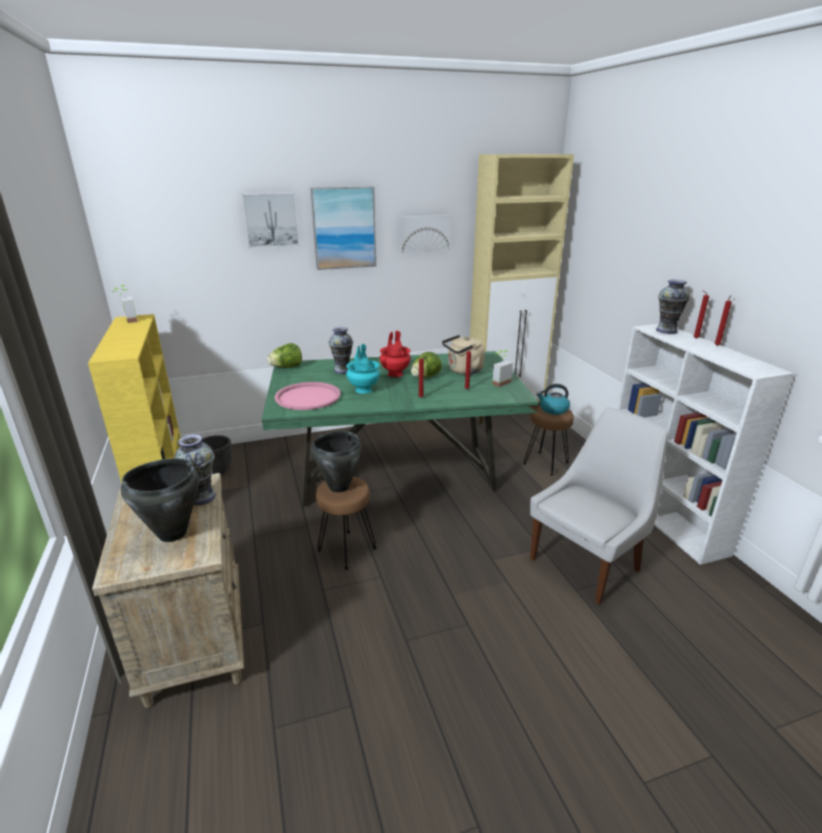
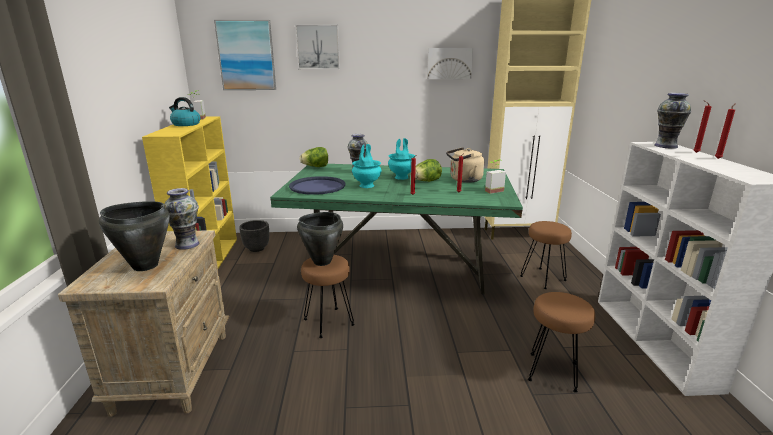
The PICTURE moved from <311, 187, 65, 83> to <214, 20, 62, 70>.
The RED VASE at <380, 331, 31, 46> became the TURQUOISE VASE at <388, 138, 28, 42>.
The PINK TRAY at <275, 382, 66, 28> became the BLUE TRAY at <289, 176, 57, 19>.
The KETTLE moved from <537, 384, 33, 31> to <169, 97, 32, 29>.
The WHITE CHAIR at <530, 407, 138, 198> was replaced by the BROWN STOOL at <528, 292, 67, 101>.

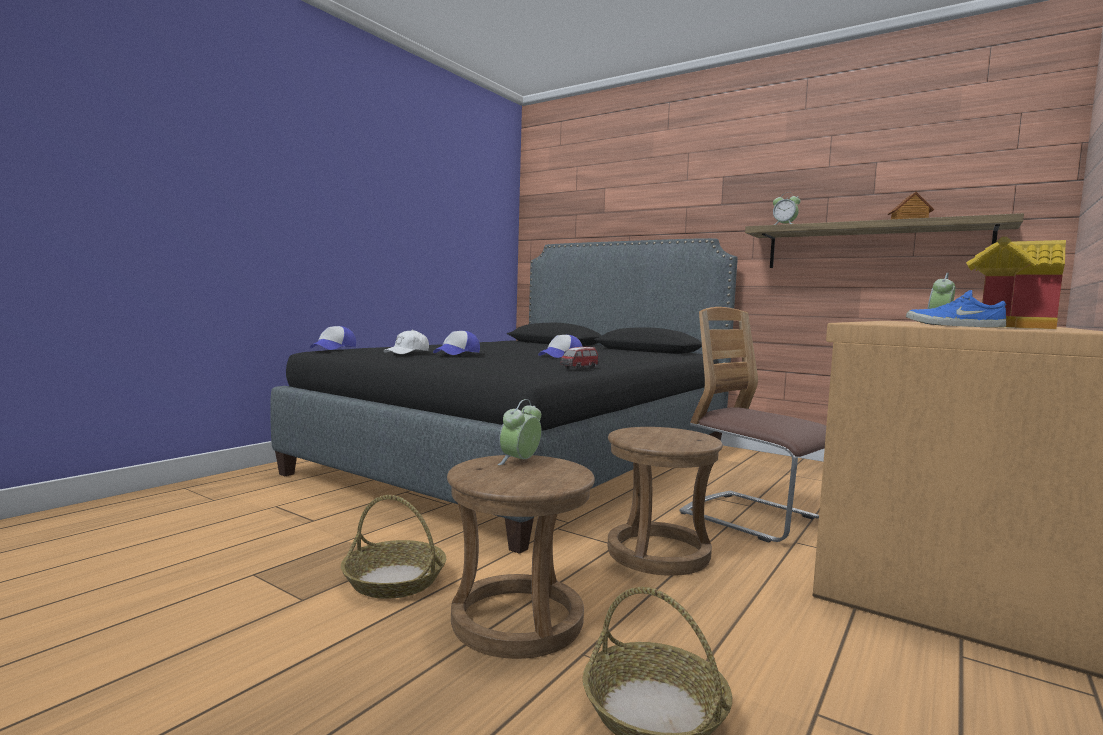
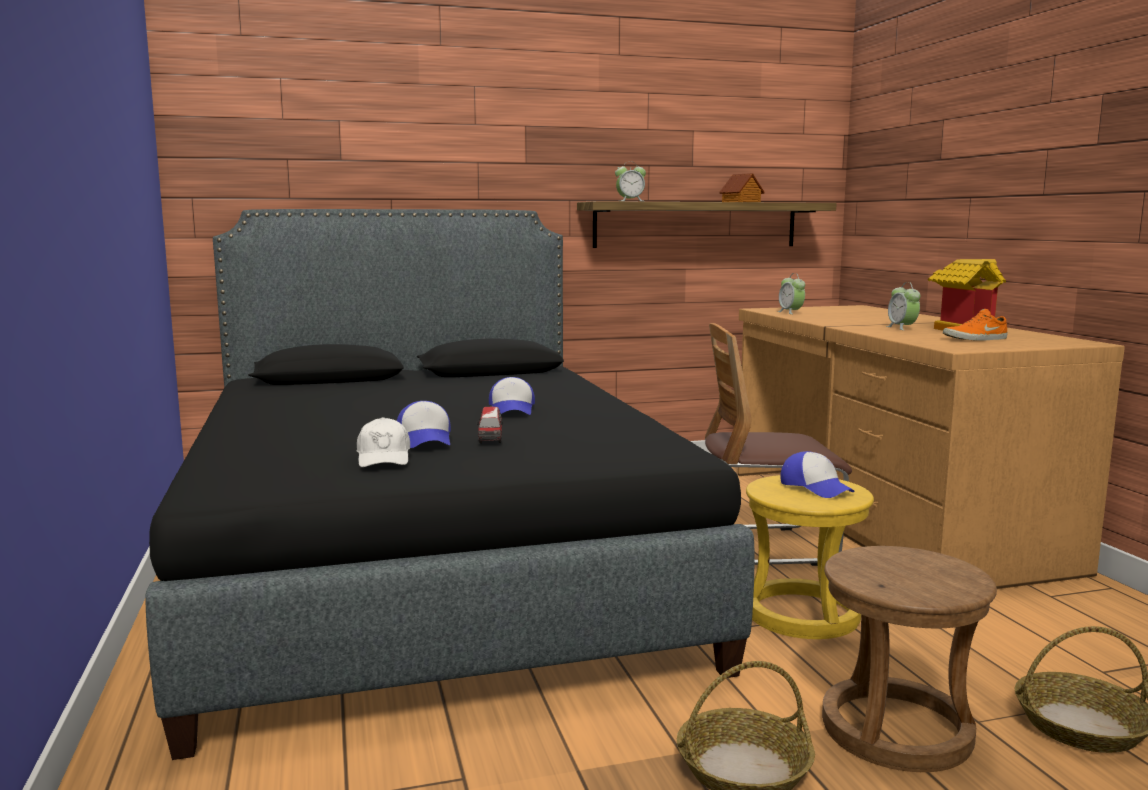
The BLUE SHOE at <906, 290, 100, 38> became the ORANGE SHOE at <943, 309, 65, 32>.
The CAP moved from <309, 326, 47, 24> to <780, 451, 75, 47>.
The TOY CAR moved from <560, 347, 38, 23> to <477, 407, 26, 36>.
The ALARM CLOCK moved from <498, 399, 44, 66> to <778, 273, 27, 41>.
The BROWN STOOL at <608, 427, 115, 149> became the YELLOW STOOL at <746, 475, 128, 164>.

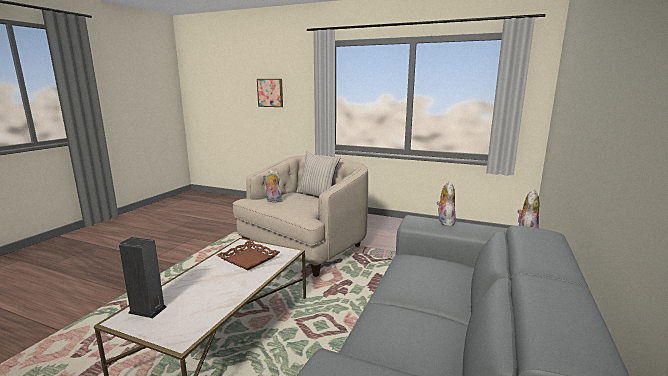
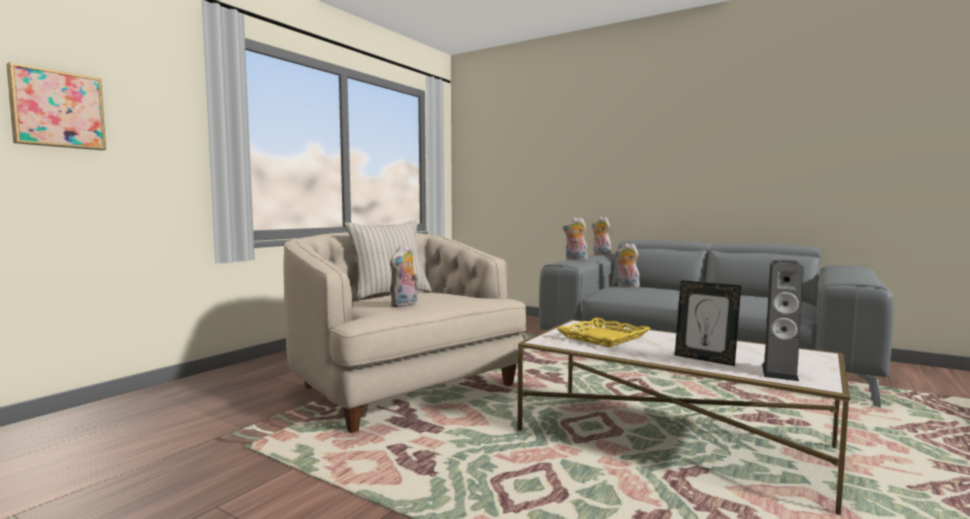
The BROWN TRAY at <217, 241, 63, 29> became the YELLOW TRAY at <556, 318, 95, 29>.
The PLUSH TOY at <615, 243, 25, 44> appeared.
The PICTURE FRAME at <675, 280, 66, 86> appeared.

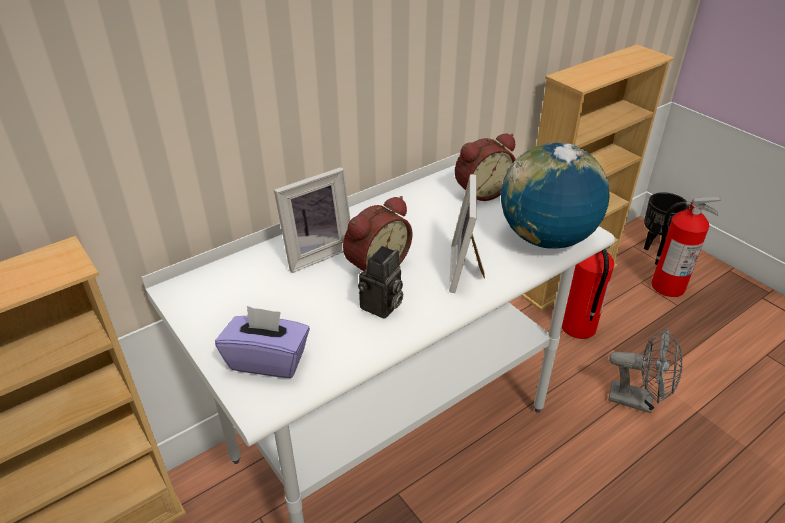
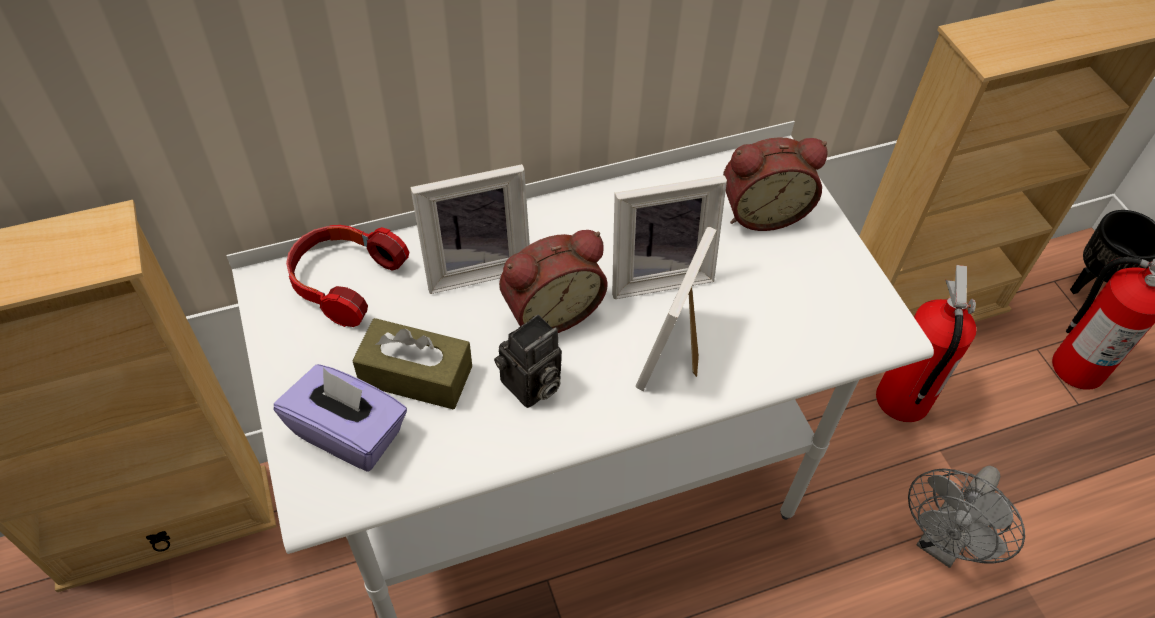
The GLOBE at <501, 143, 109, 106> disappeared.
The GREY FAN at <609, 328, 74, 85> turned 90 degrees clockwise.
The PICTURE FRAME at <612, 175, 115, 124> appeared.
The HEADPHONES at <286, 225, 123, 102> appeared.
The BROWN TISSUE BOX at <352, 318, 120, 92> appeared.

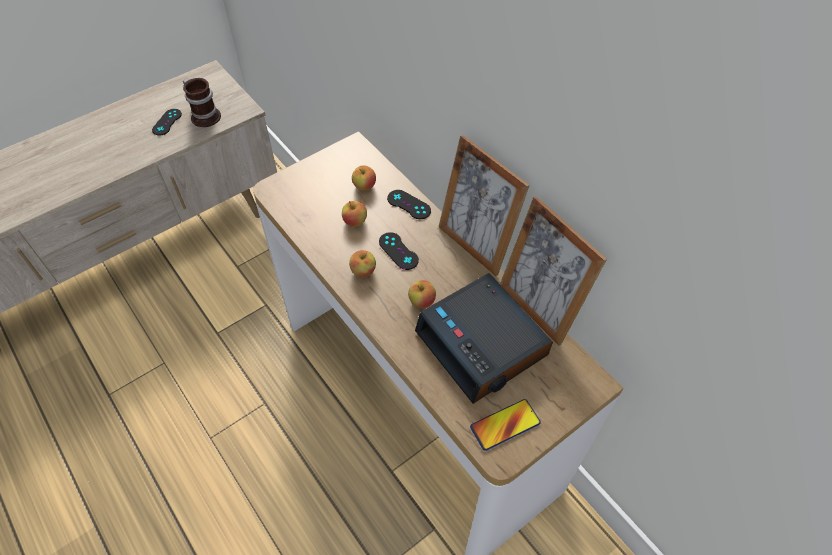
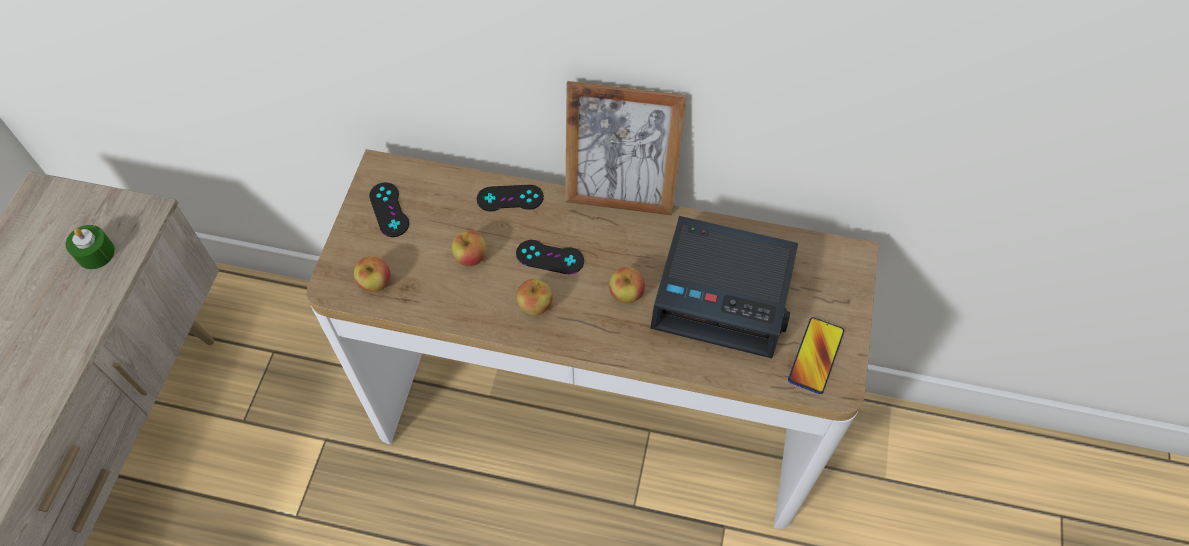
The MUG at <183, 78, 38, 49> was replaced by the GREEN CANDLE at <66, 225, 49, 44>.
The BLACK GAME CONTROLLER moved from <152, 109, 30, 27> to <369, 182, 40, 55>.
The APPLE moved from <352, 165, 24, 26> to <354, 256, 36, 36>.
The PICTURE FRAME at <500, 196, 107, 150> disappeared.

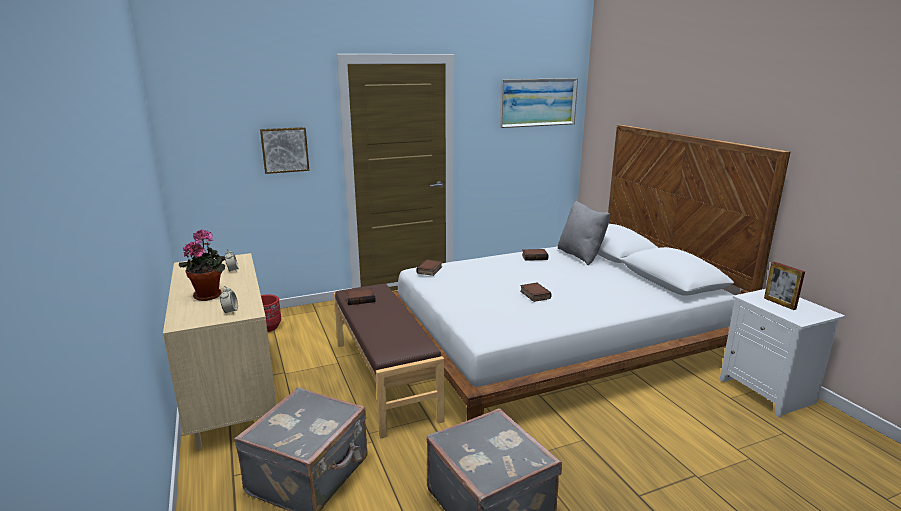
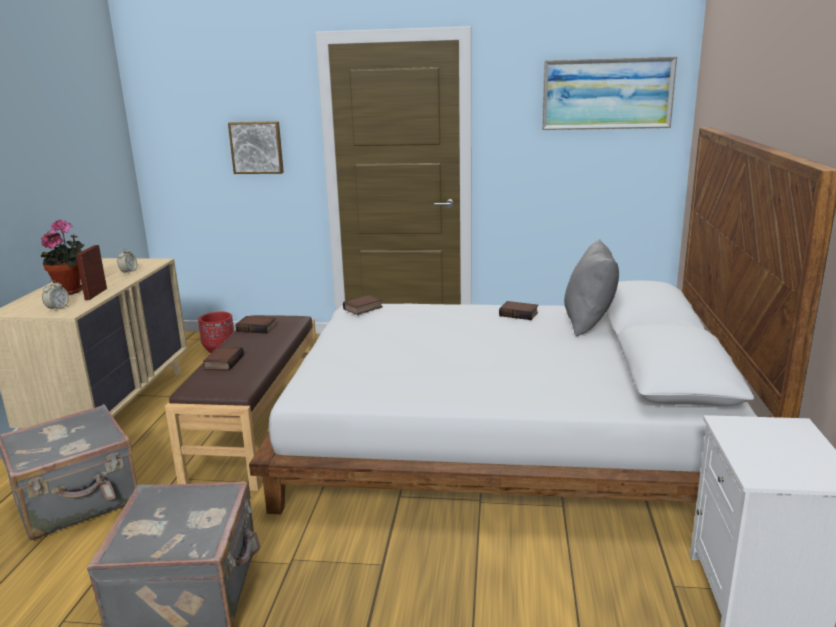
The PICTURE FRAME moved from <764, 262, 41, 48> to <76, 245, 31, 55>.
The BOOK moved from <520, 283, 32, 19> to <203, 347, 41, 24>.

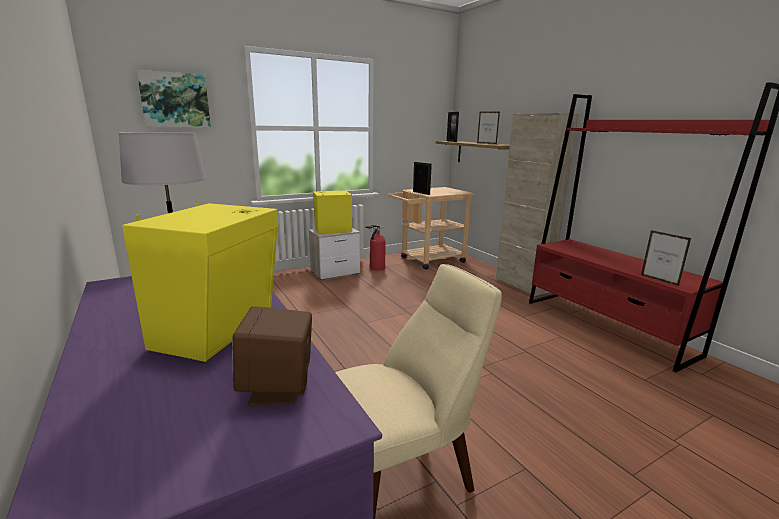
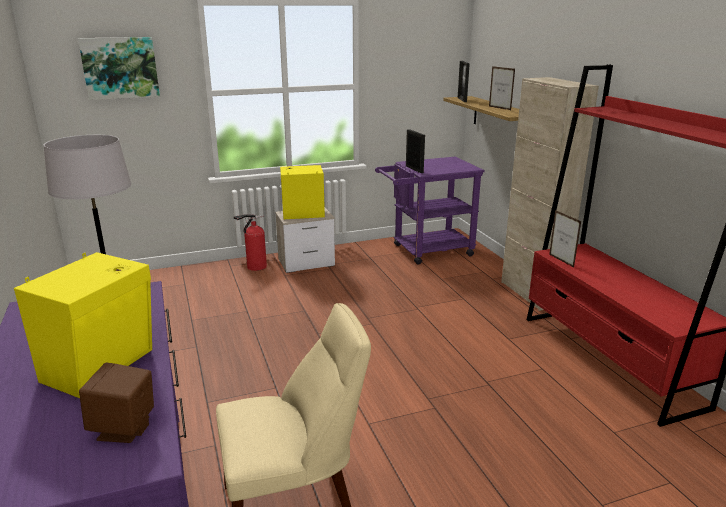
The BEIGE CART at <388, 187, 86, 83> became the PURPLE CART at <375, 157, 110, 108>.
The FIRE EXTINGUISHER moved from <366, 225, 20, 46> to <234, 214, 33, 57>.
The PICTURE FRAME moved from <641, 230, 50, 56> to <549, 210, 32, 58>.

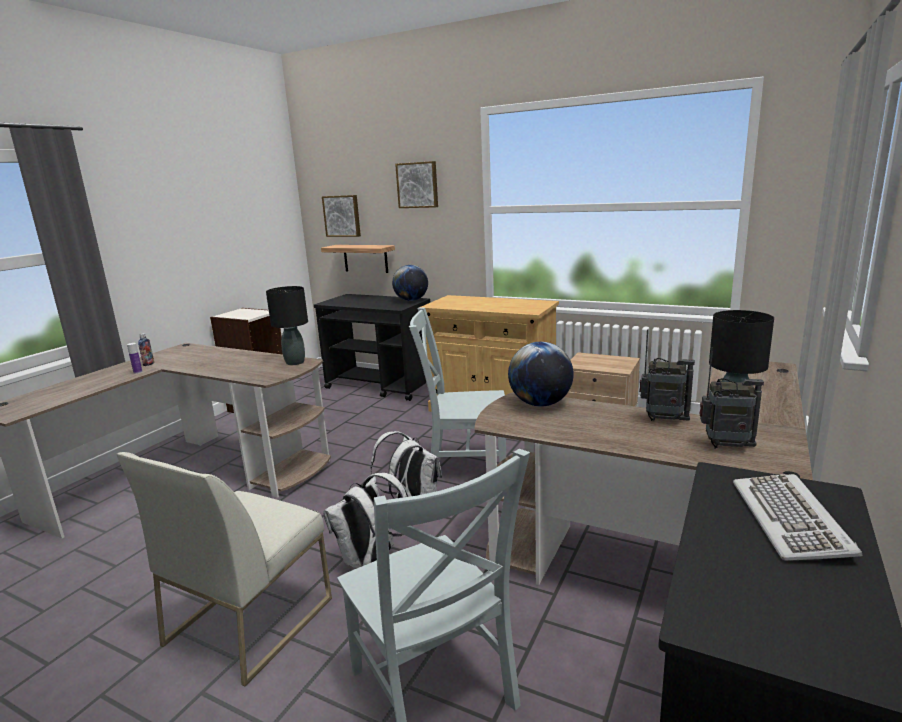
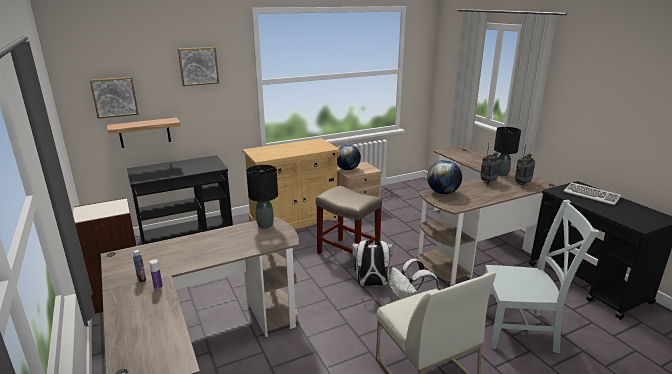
The GLOBE moved from <392, 265, 36, 36> to <337, 144, 24, 26>.
The GREY CHAIR at <409, 307, 97, 156> was replaced by the BEIGE STOOL at <316, 186, 66, 84>.

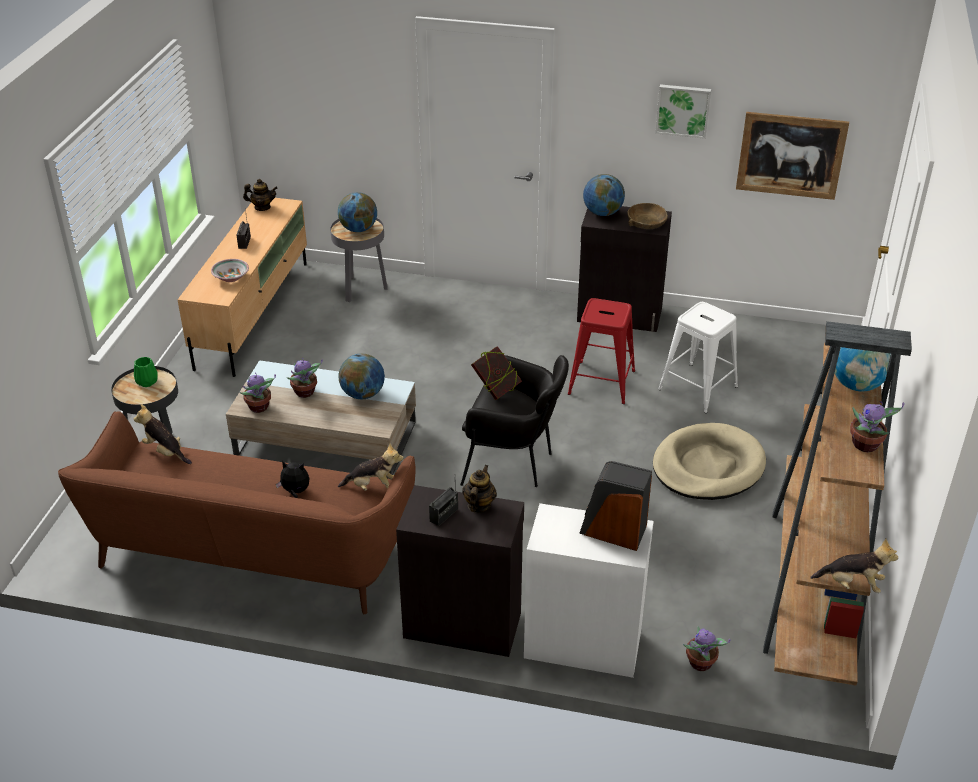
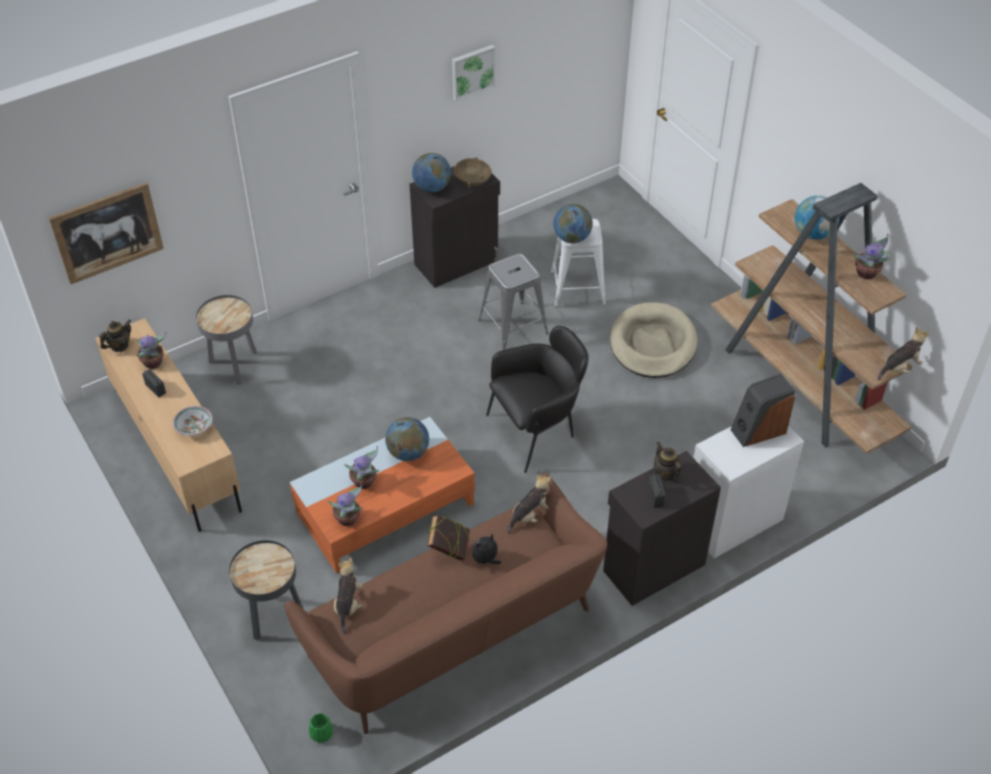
The PICTURE moved from <736, 112, 113, 88> to <49, 182, 115, 102>.
The GLOBE moved from <338, 192, 39, 40> to <553, 204, 40, 39>.
The RED STOOL at <568, 298, 67, 106> became the GREY STOOL at <478, 253, 70, 97>.
The BOOK moved from <471, 346, 51, 54> to <427, 515, 43, 45>.
The GREEN VASE moved from <134, 357, 24, 30> to <309, 713, 24, 30>.
The BEIGE COFFEE TABLE at <226, 360, 190, 119> became the ORANGE COFFEE TABLE at <290, 417, 185, 156>.
The PLUSH TOY at <134, 404, 58, 60> turned 105 degrees clockwise.
The POTTED PLANT moved from <683, 626, 47, 45> to <136, 332, 30, 37>.

